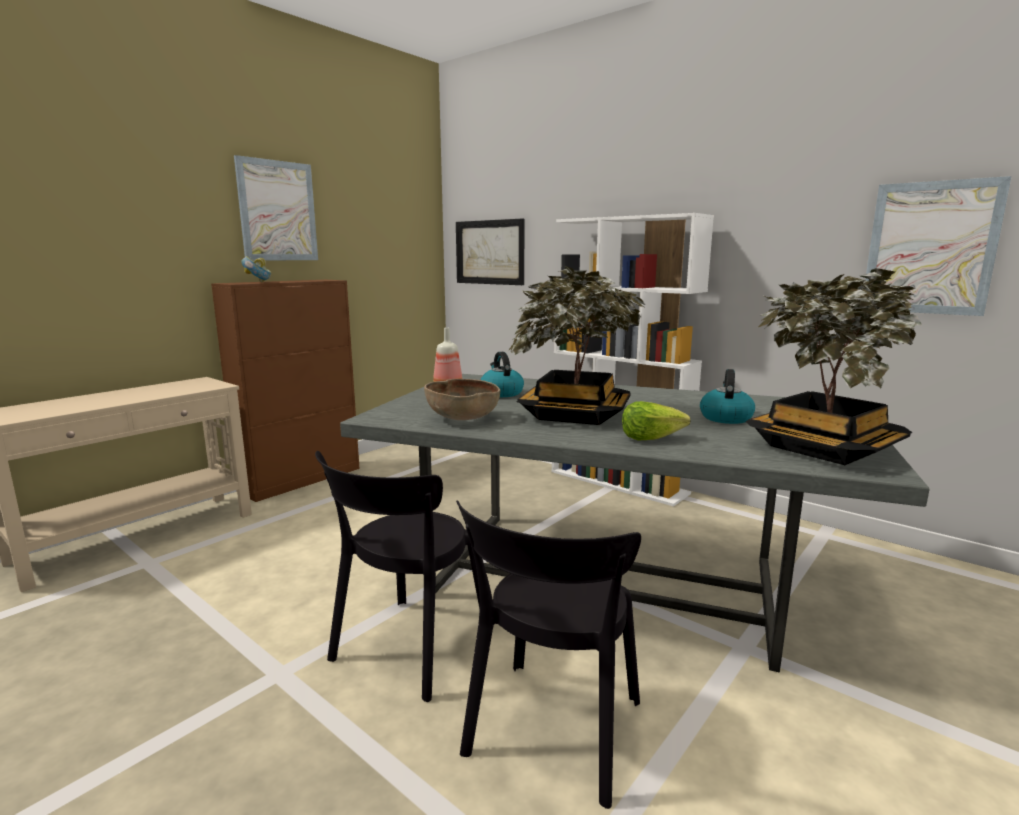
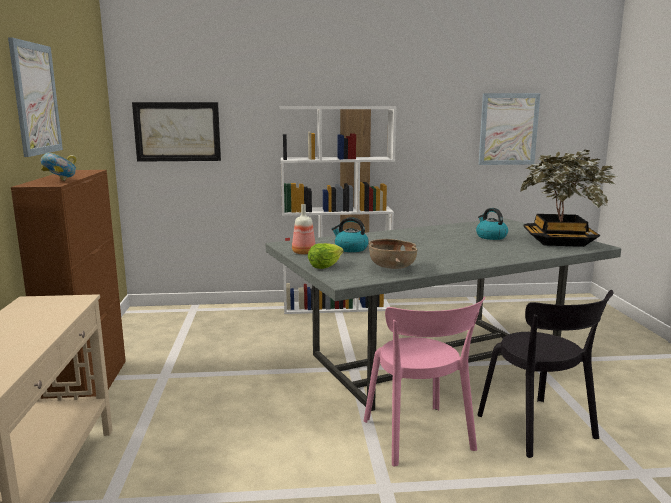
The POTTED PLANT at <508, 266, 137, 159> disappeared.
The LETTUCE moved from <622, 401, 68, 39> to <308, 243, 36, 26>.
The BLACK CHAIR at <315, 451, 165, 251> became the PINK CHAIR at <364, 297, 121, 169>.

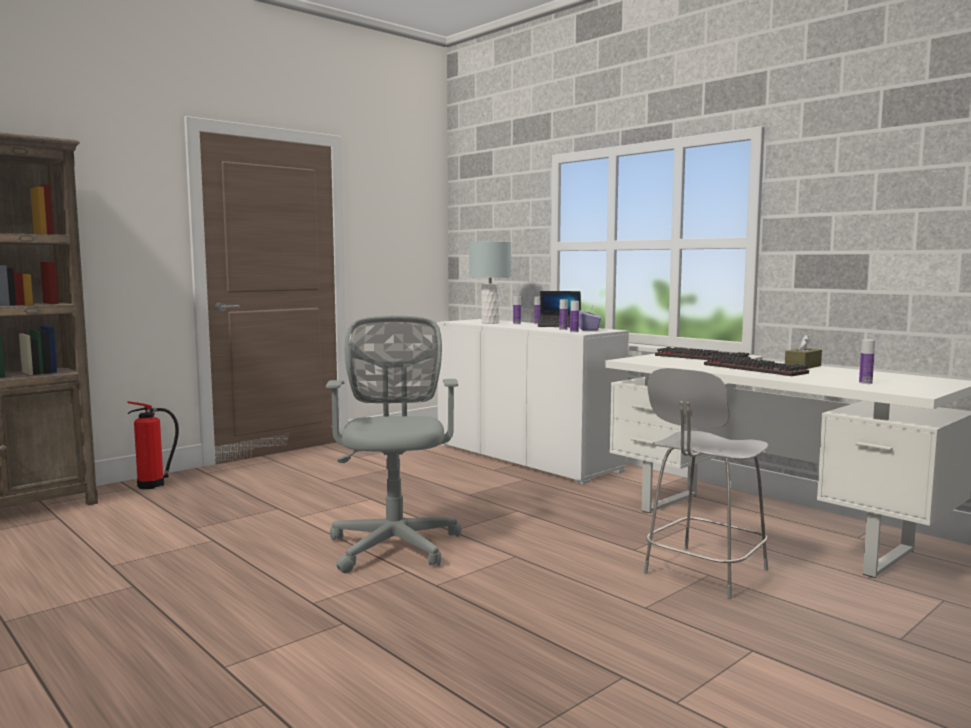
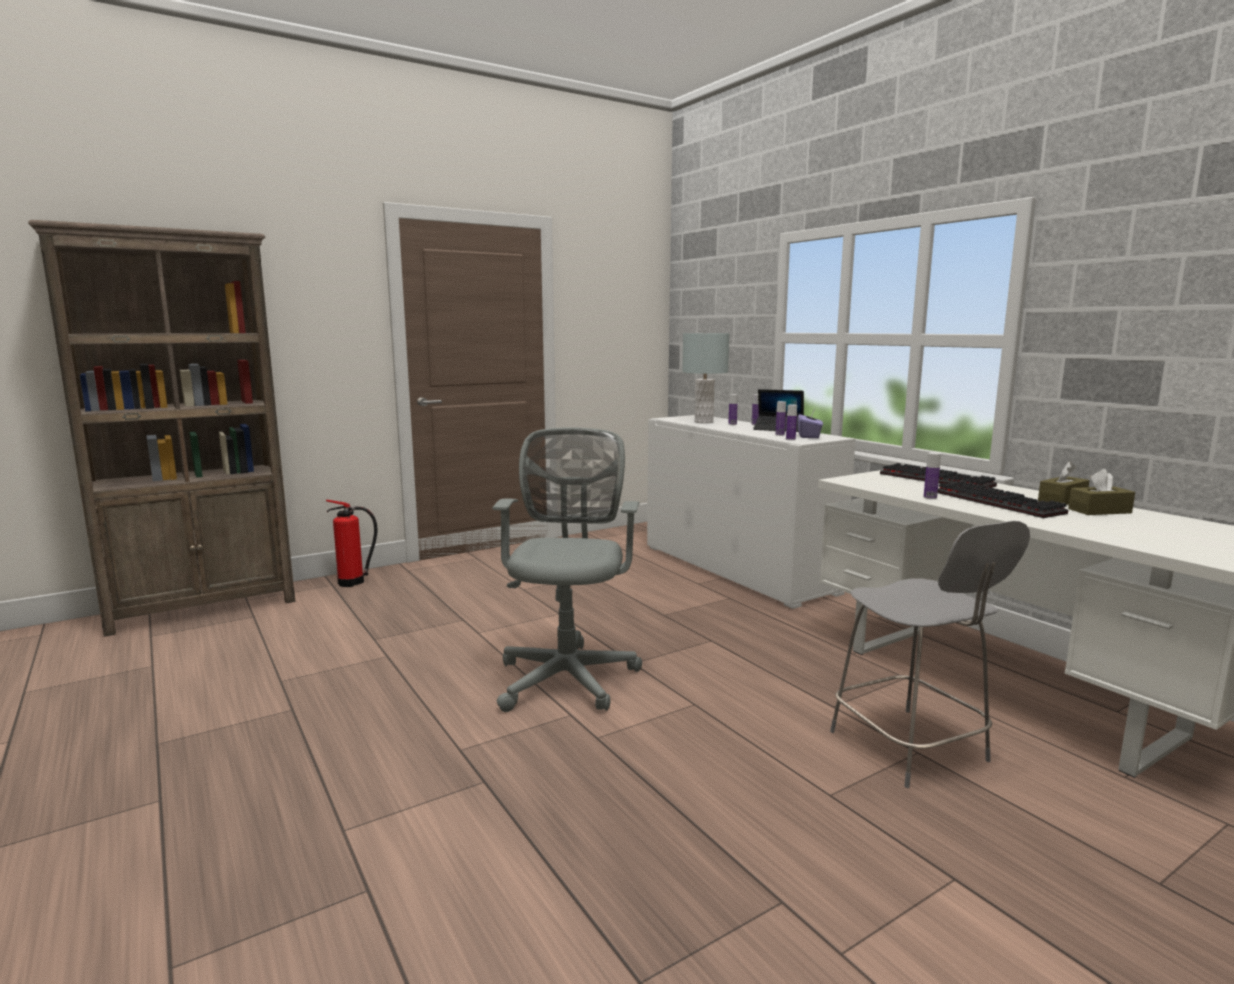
The BOTTLE moved from <859, 339, 16, 45> to <924, 452, 17, 47>.
The GREY CHAIR at <644, 368, 125, 231> turned 75 degrees counterclockwise.
The BROWN TISSUE BOX at <1068, 469, 67, 46> appeared.

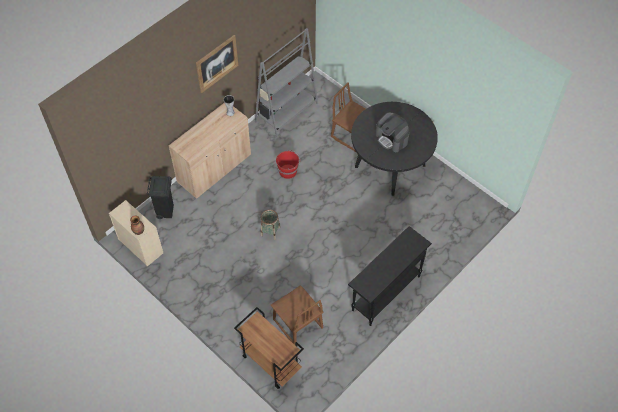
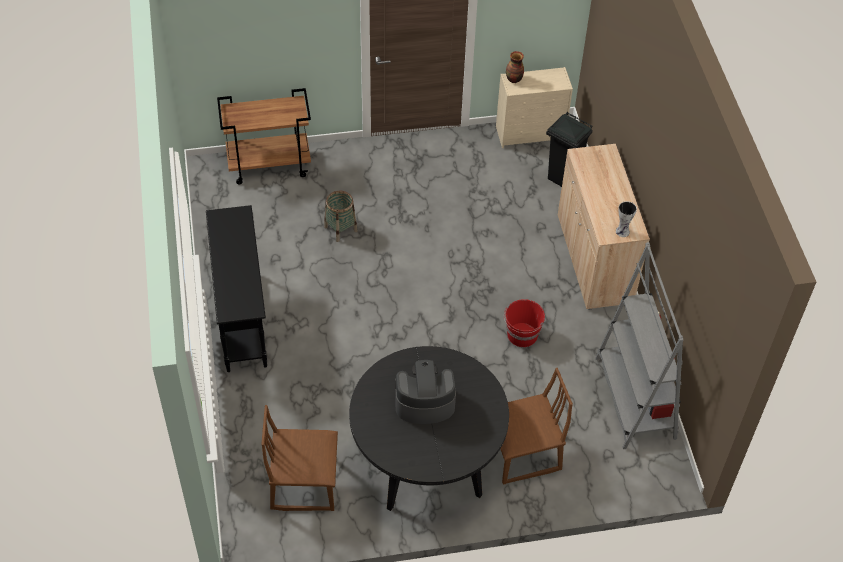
The PICTURE at <196, 35, 42, 58> disappeared.
The BASKET moved from <261, 209, 19, 31> to <324, 191, 33, 51>.
The BROWN CHAIR moved from <271, 285, 52, 60> to <261, 405, 77, 106>.

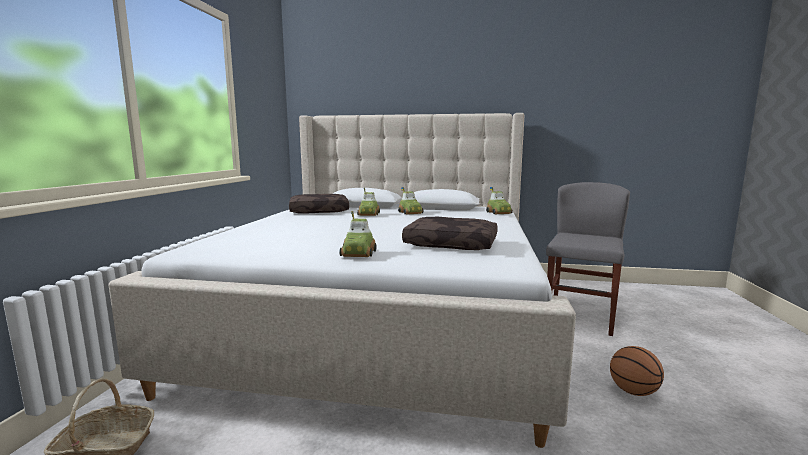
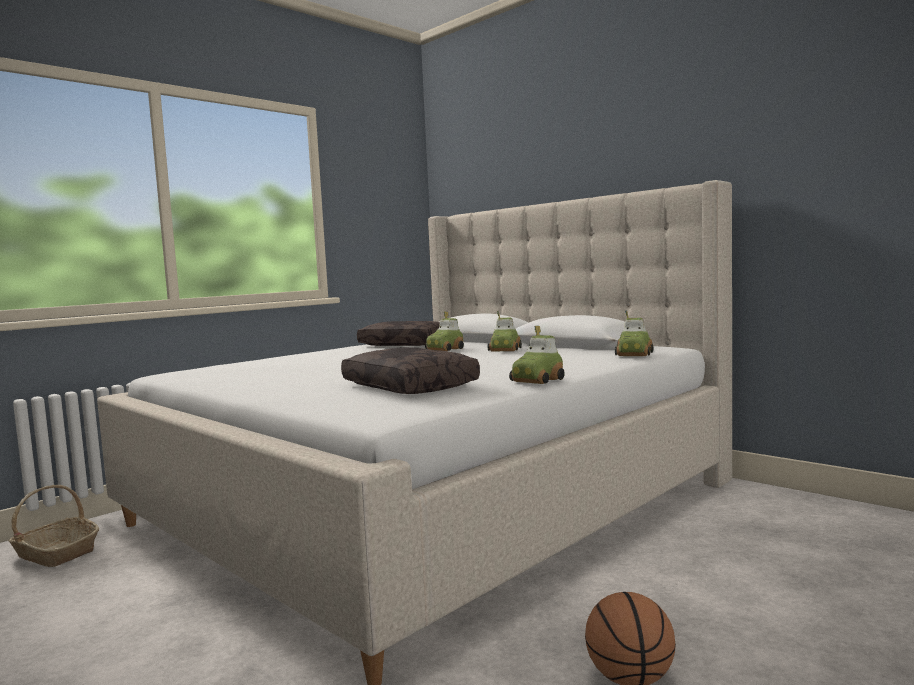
The GREY CHAIR at <546, 182, 84, 154> disappeared.
The TOY CAR moved from <339, 211, 37, 46> to <509, 326, 56, 58>.

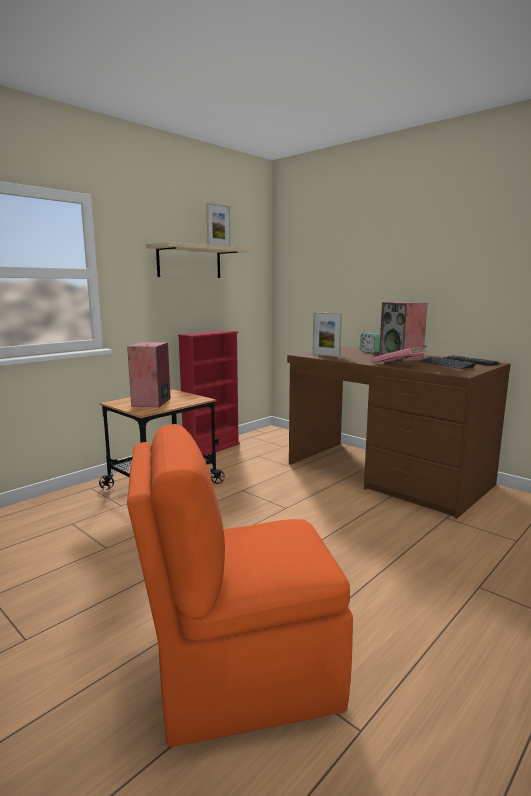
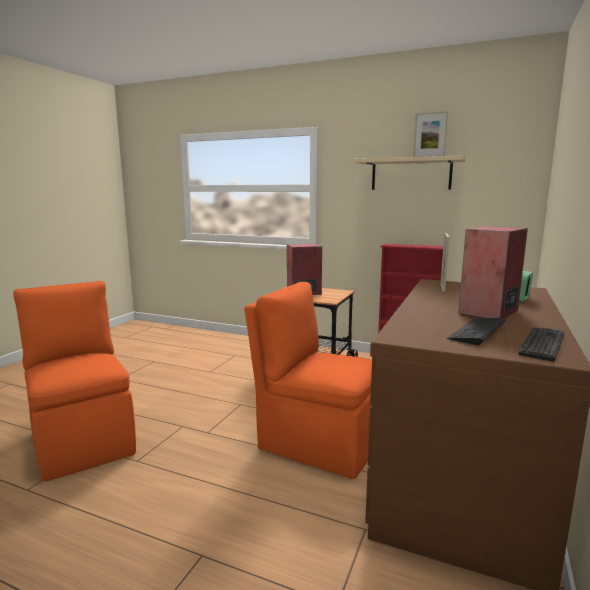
The PINK BOOK at <371, 345, 56, 18> disappeared.
The ORANGE CHAIR at <244, 282, 128, 197> appeared.

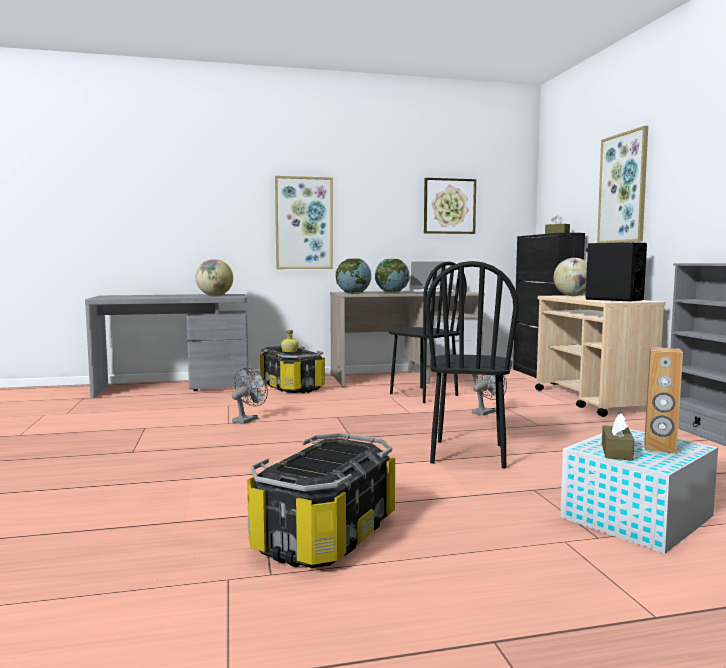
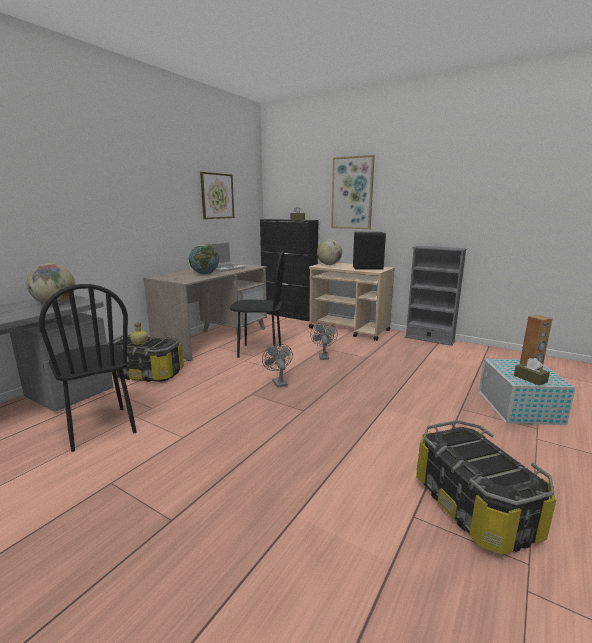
The PICTURE at <275, 176, 58, 93> disappeared.
The GLOBE at <336, 258, 35, 36> disappeared.
The BLACK CHAIR moved from <425, 261, 94, 207> to <39, 284, 98, 168>.
The GREY FAN moved from <232, 368, 36, 56> to <262, 343, 31, 45>.

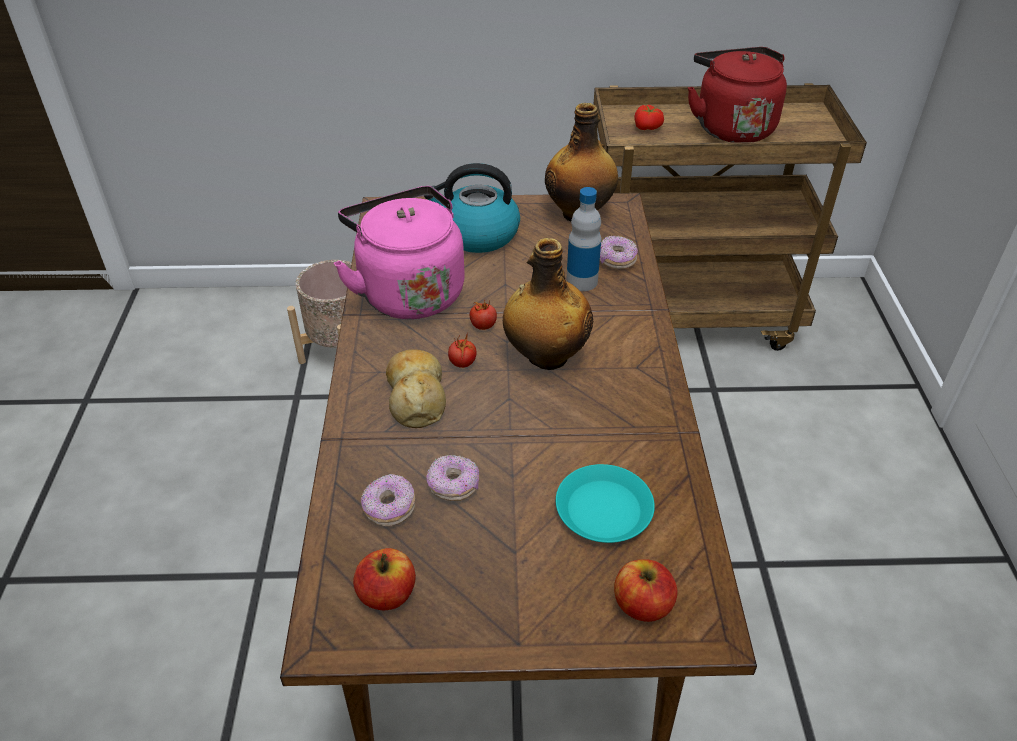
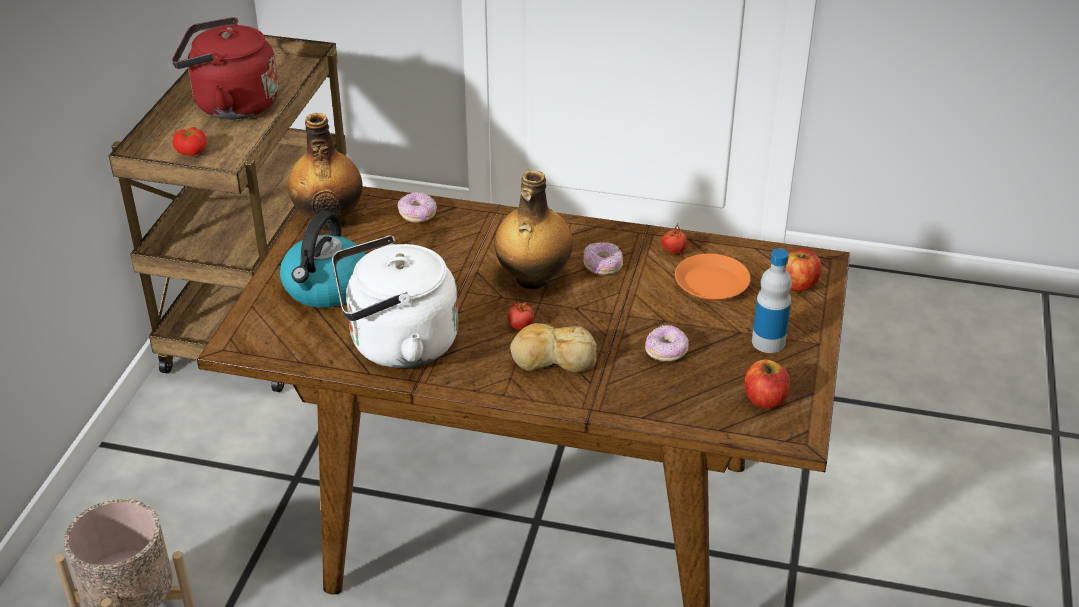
The PINK KETTLE at <334, 186, 131, 133> became the WHITE KETTLE at <332, 235, 126, 133>.
The BOTTLE moved from <566, 187, 35, 104> to <752, 248, 40, 105>.
The TOMATO moved from <470, 300, 27, 30> to <662, 223, 25, 31>.
The TURQUOISE PLATE at <556, 464, 99, 79> became the ORANGE PLATE at <675, 254, 76, 47>.
The DONUT moved from <361, 474, 54, 52> to <583, 242, 40, 33>.

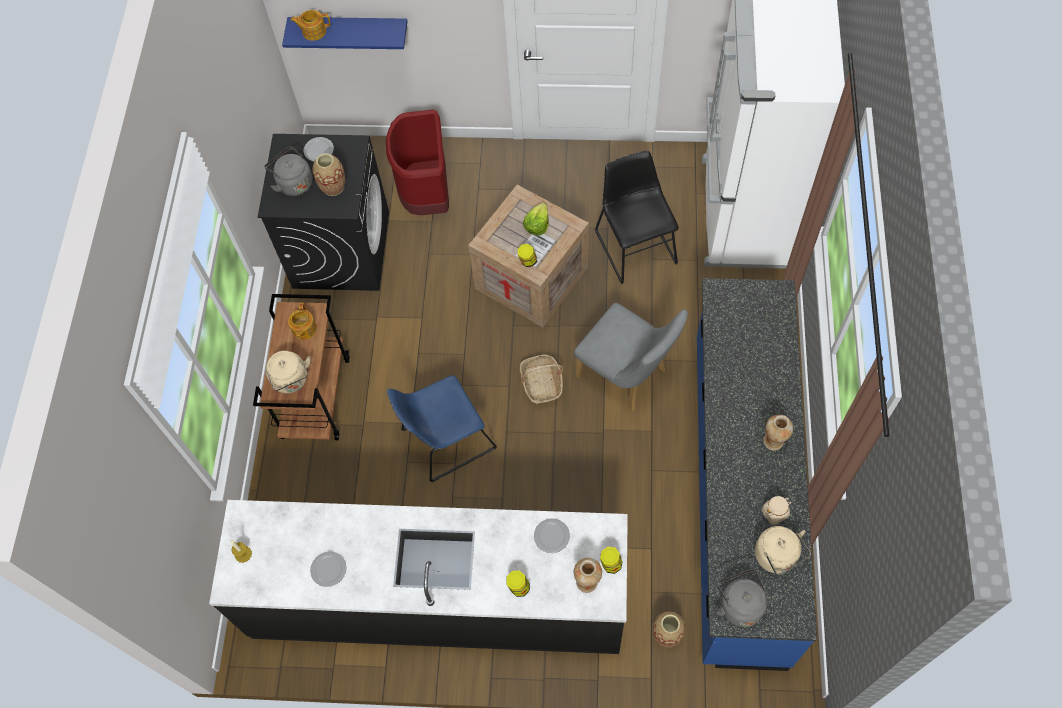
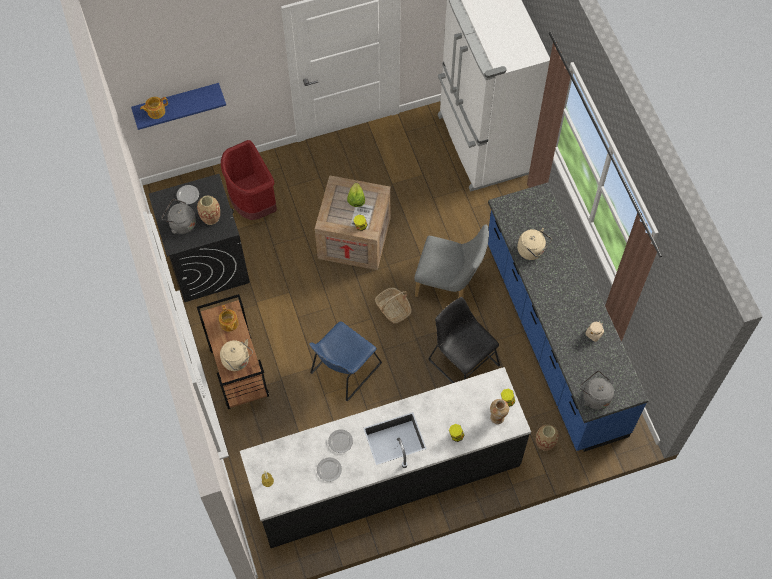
The BLACK CHAIR moved from <595, 151, 84, 133> to <428, 297, 72, 86>.
The VASE at <763, 415, 30, 36> disappeared.
The PLATE moved from <534, 518, 36, 35> to <328, 429, 25, 24>.
The BEIGE KETTLE moved from <755, 526, 56, 49> to <517, 228, 35, 32>.

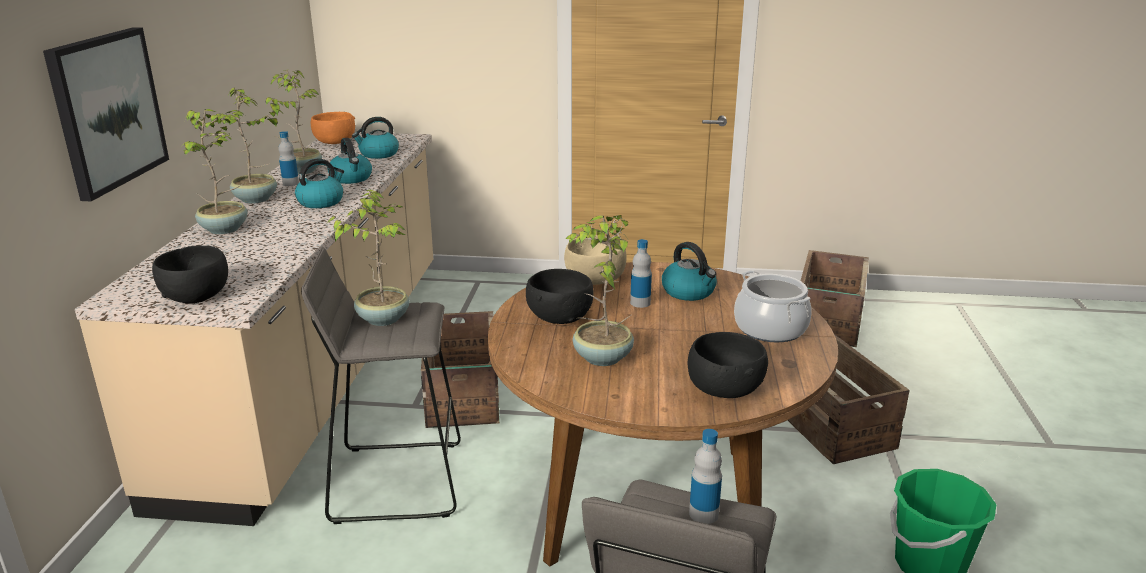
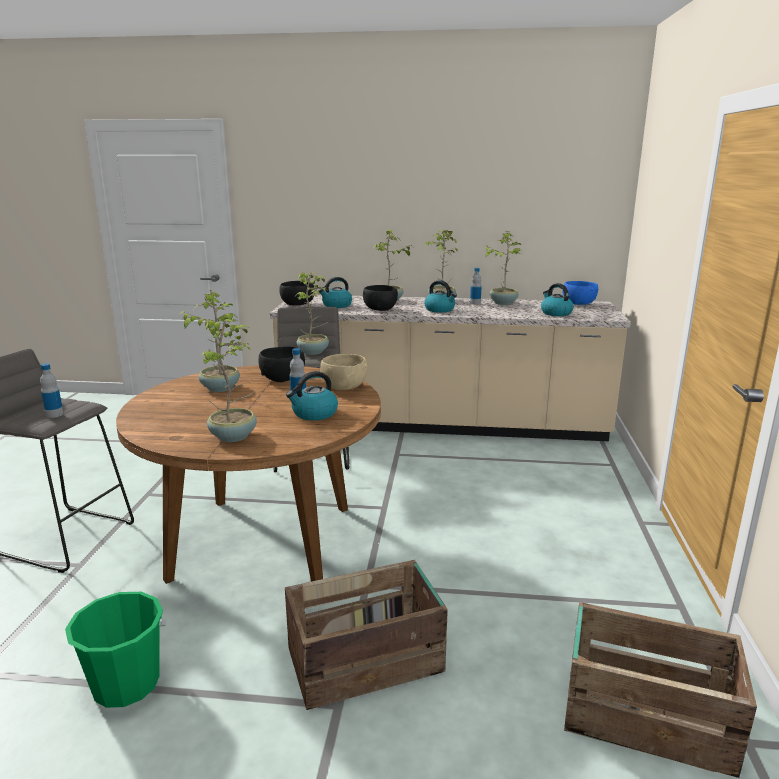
The PICTURE at <43, 27, 126, 174> disappeared.
The ORANGE BOWL at <311, 112, 44, 32> became the BLUE BOWL at <563, 281, 35, 24>.
The KETTLE moved from <327, 138, 45, 46> to <318, 277, 34, 31>.
The COOKING POT at <734, 270, 78, 72> was replaced by the POTTED PLANT at <200, 319, 57, 123>.
The CRATE at <421, 311, 79, 117> disappeared.
The BLACK BOWL moved from <688, 332, 80, 66> to <363, 285, 35, 26>.

